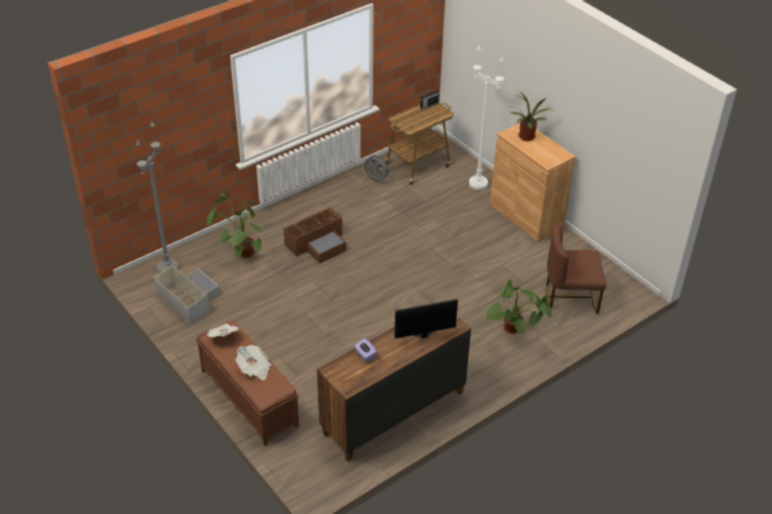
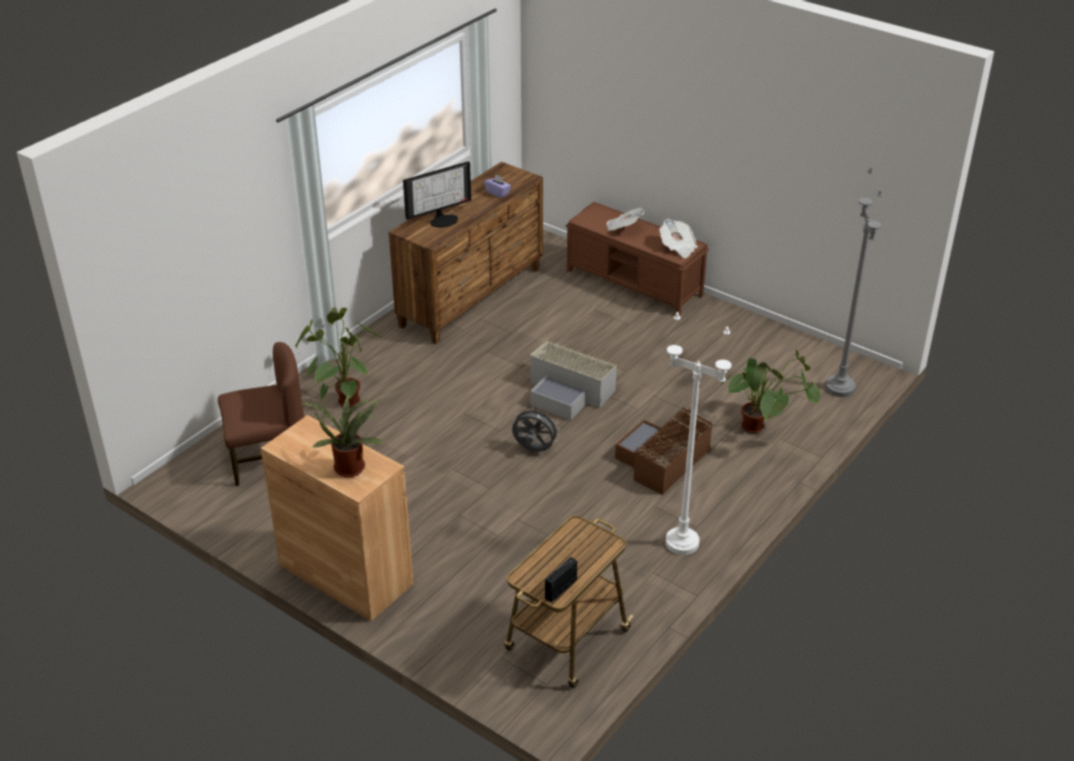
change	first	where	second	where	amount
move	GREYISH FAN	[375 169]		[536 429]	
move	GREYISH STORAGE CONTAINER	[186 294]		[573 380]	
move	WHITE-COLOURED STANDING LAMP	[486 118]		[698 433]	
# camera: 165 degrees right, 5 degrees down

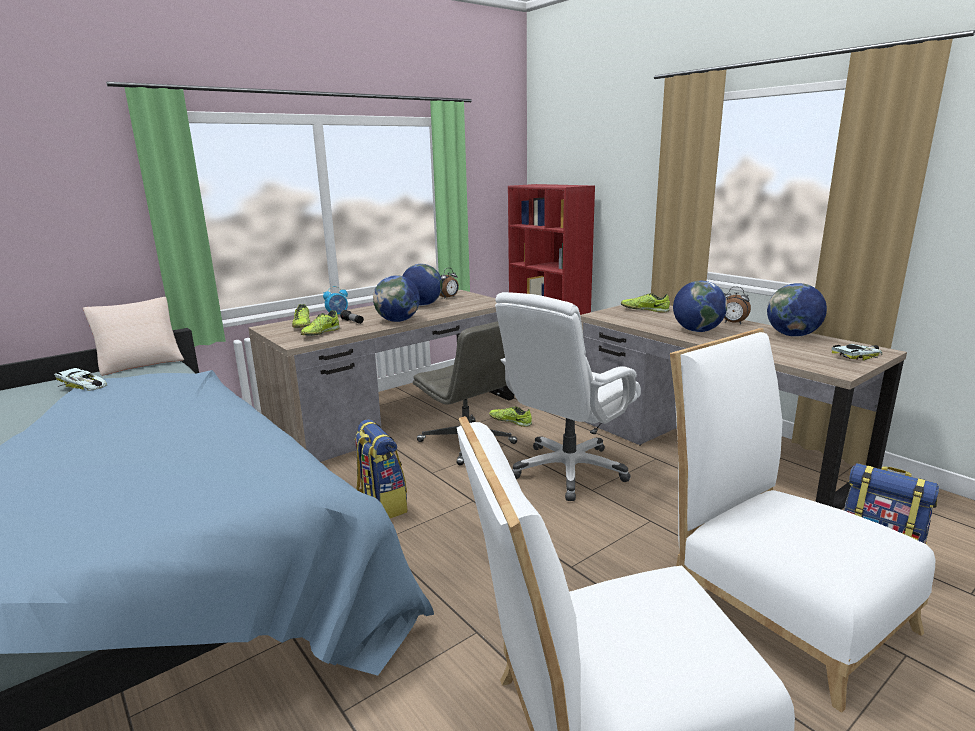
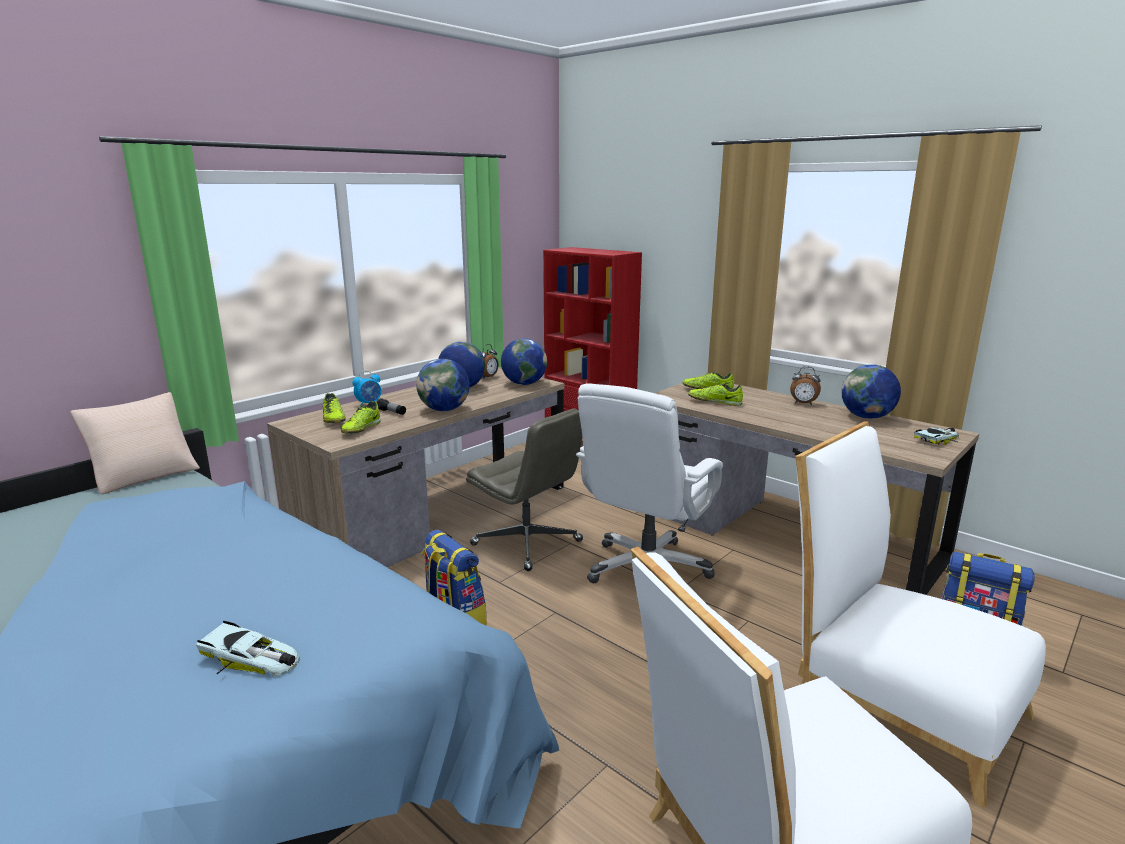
change	first	where	second	where	amount
move	MINIATURE CAR	[80 378]		[248 649]	
move	WORLD GLOBE	[700 306]		[524 361]	
move	SHOE	[510 416]		[715 394]	
# camera: 10 degrees left, 0 degrees up

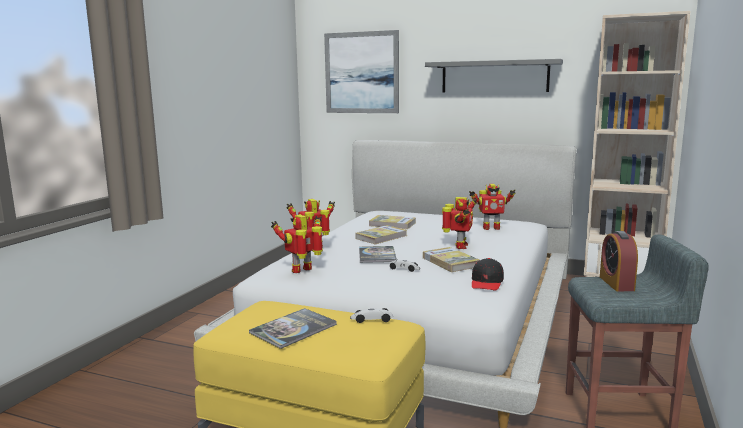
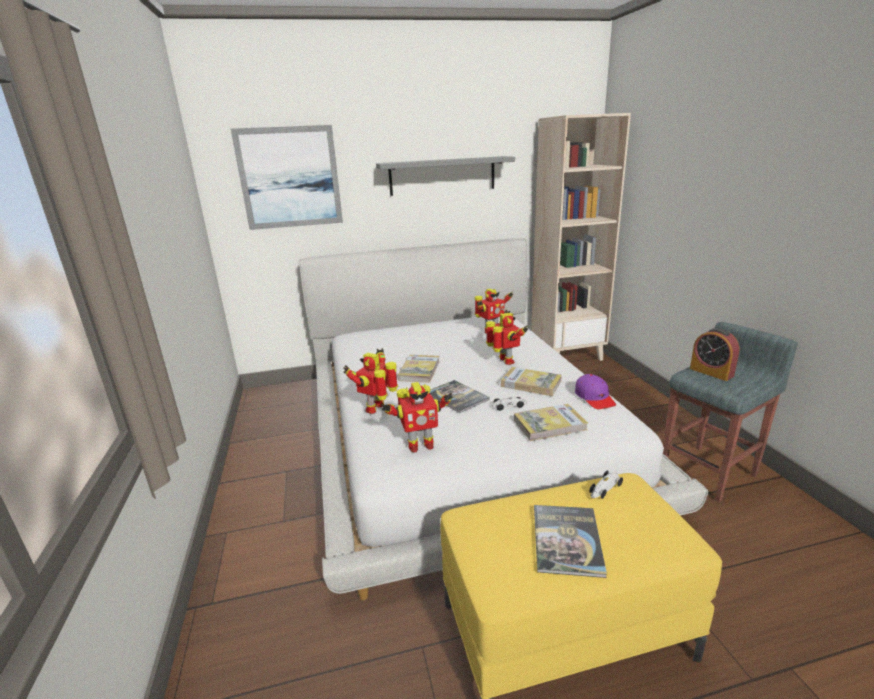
change	first	where	second	where	amount
rotate	MODEL ROBOT	[297 244]		[417 417]	120 degrees counterclockwise
move	BOOK	[392 222]		[551 422]	
recolor	BLACK BASEBALL CAP	[488 274]	PURPLE-COLOURED BASEBALL CAP	[595 391]	
# camera: 35 degrees left, 10 degrees up

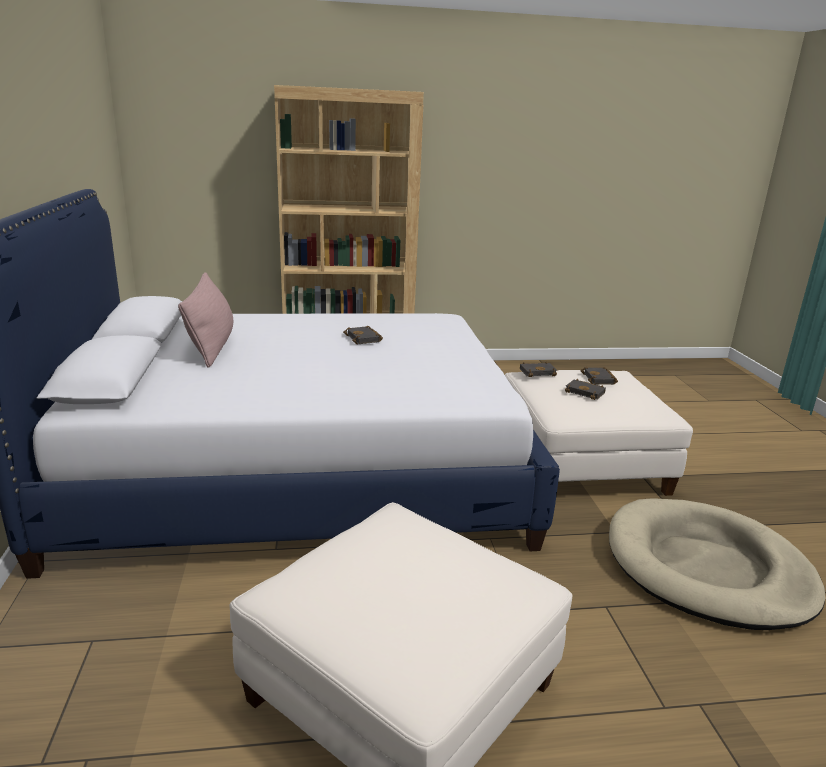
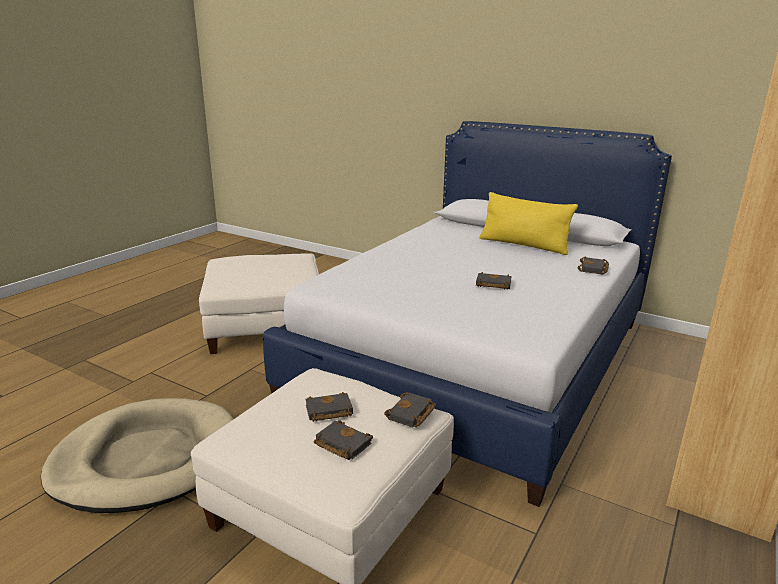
change	first	where	second	where	amount
recolor	PINK THROW PILLOW	[205 320]	YELLOWISH THROW PILLOW	[528 223]	
insert			BLACK BOOK	[593 265]	
# camera: 130 degrees right, 0 degrees up

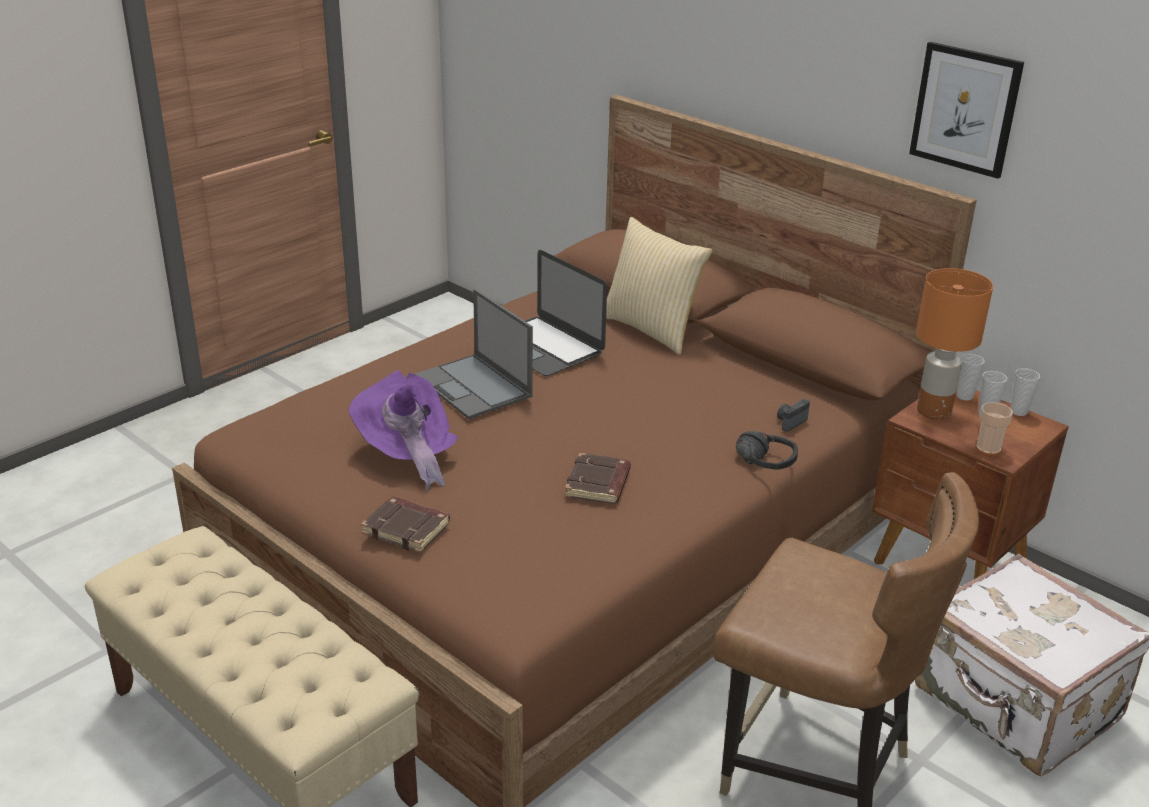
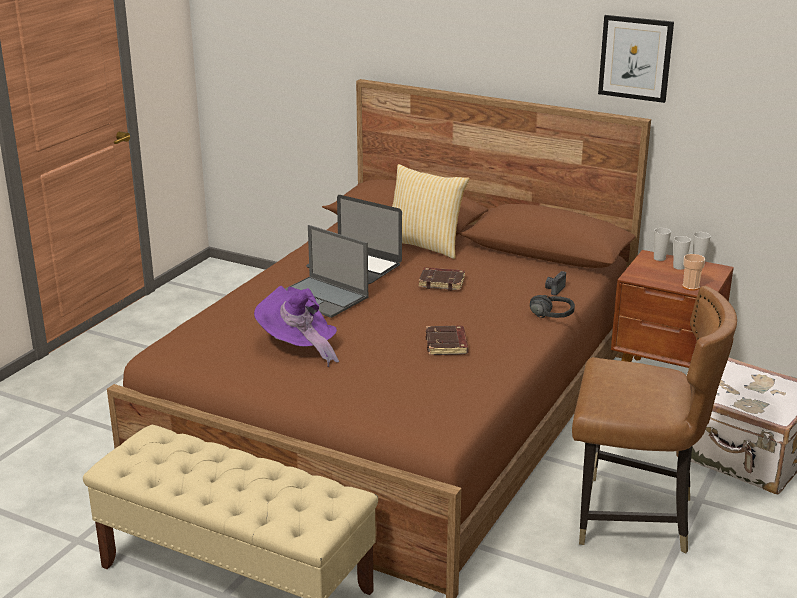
change	first	where	second	where	amount
move	BROWN BOOK	[405 524]		[441 279]	
delete	ORANGE LAMP FOR A TABLE	[954 344]			
# camera: 15 degrees left, 5 degrees down

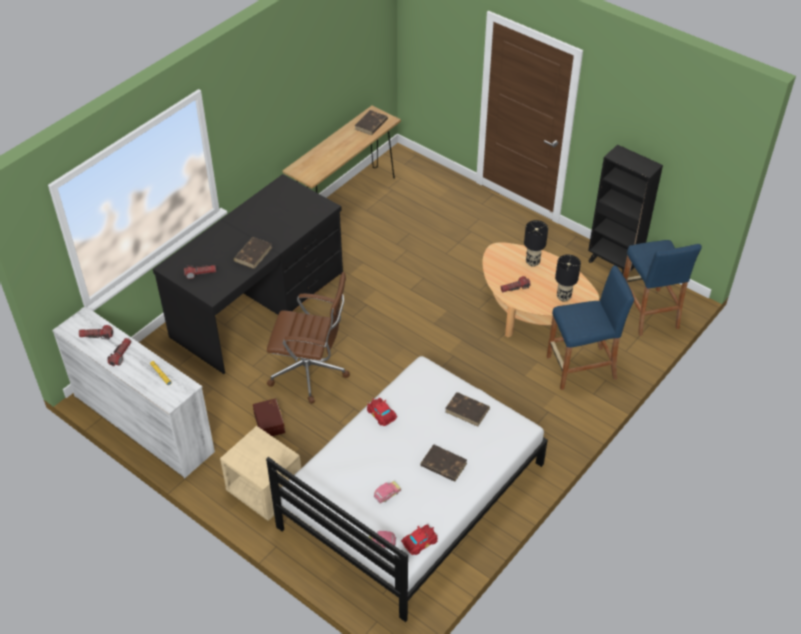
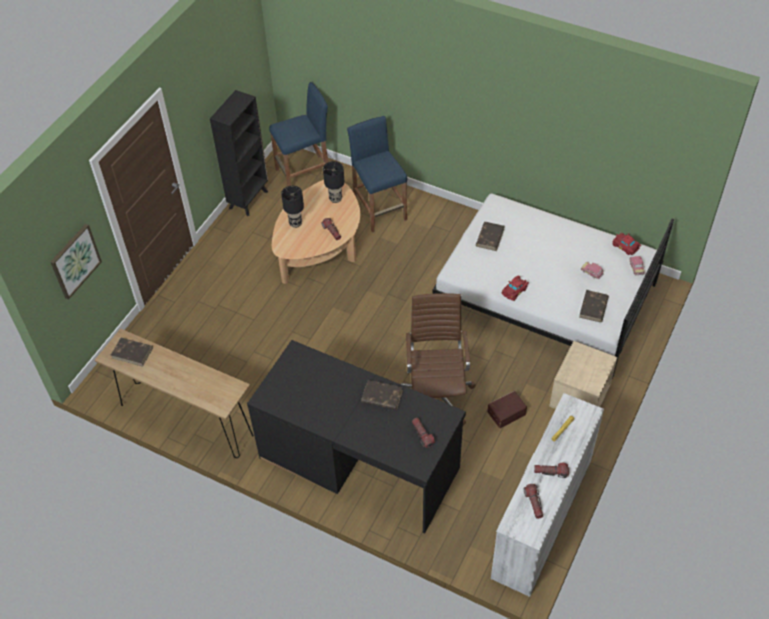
change	first	where	second	where	amount
insert			WALL ART	[76 262]	
move	BROWN BOOK	[443 463]		[594 306]	
# camera: 100 degrees left, 5 degrees up

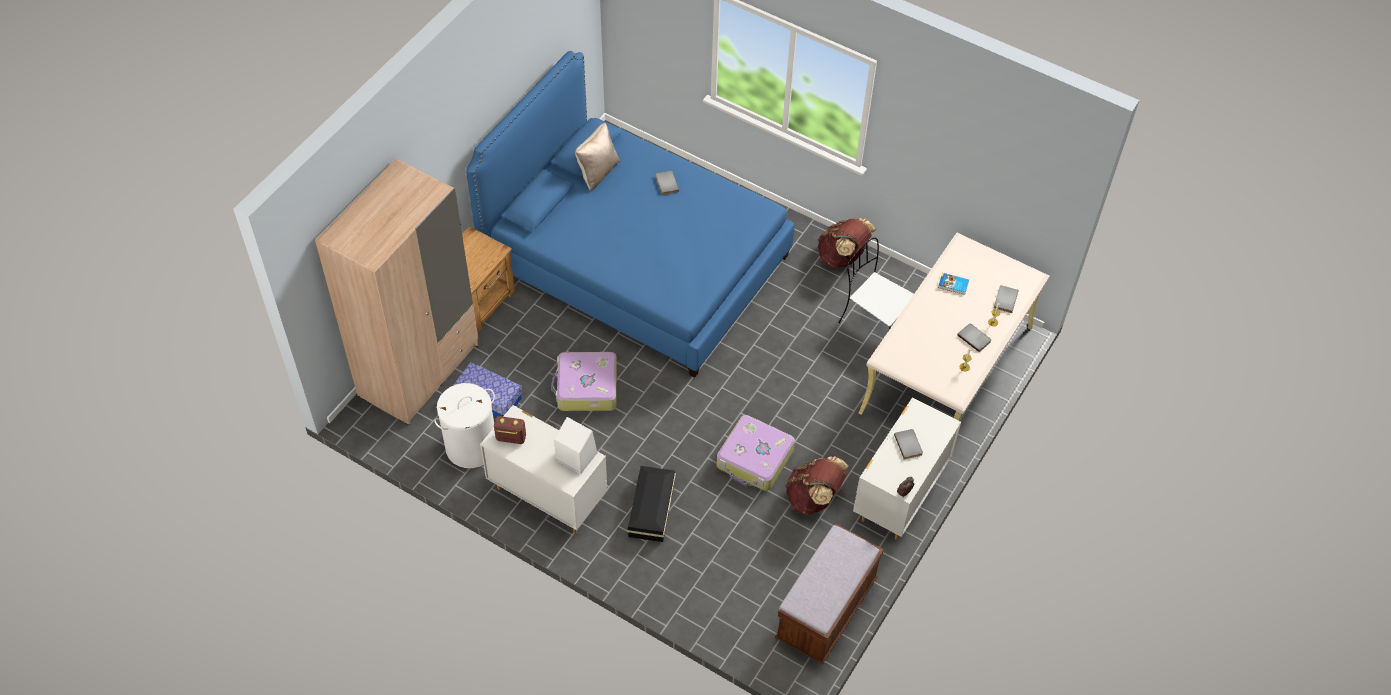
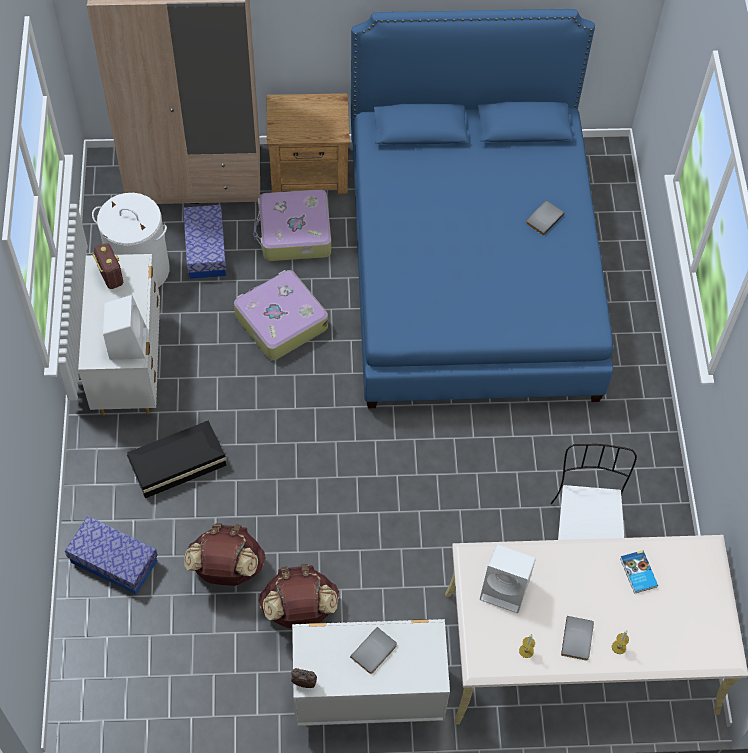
change	first	where	second	where	amount
insert			STORAGE CONTAINER	[111 555]	
move	BROWN BACKPACK	[847 243]		[225 554]	
move	SUITCASE	[756 453]		[292 225]	
insert			WHITE-COLOURED AUDIO SPEAKER	[508 579]	
delete	SAND-COLOURED THROW PILLOW	[597 157]			
delete	BROWN INDOOR BENCH	[829 594]			
delete	GREYISH BOOK	[1006 299]			
# camera: 55 degrees right, 5 degrees up

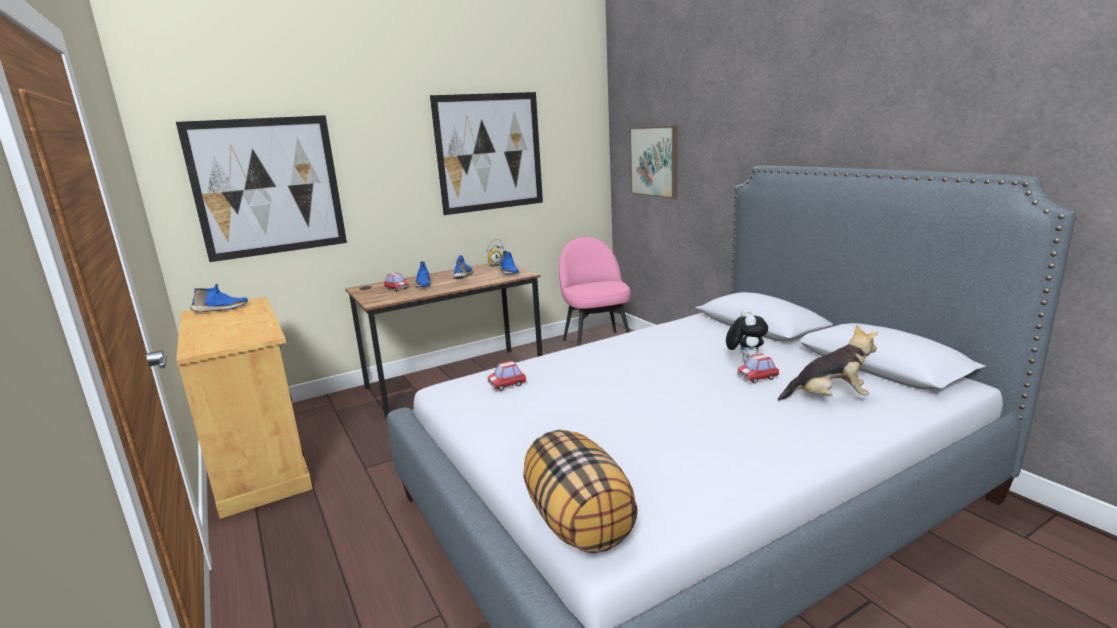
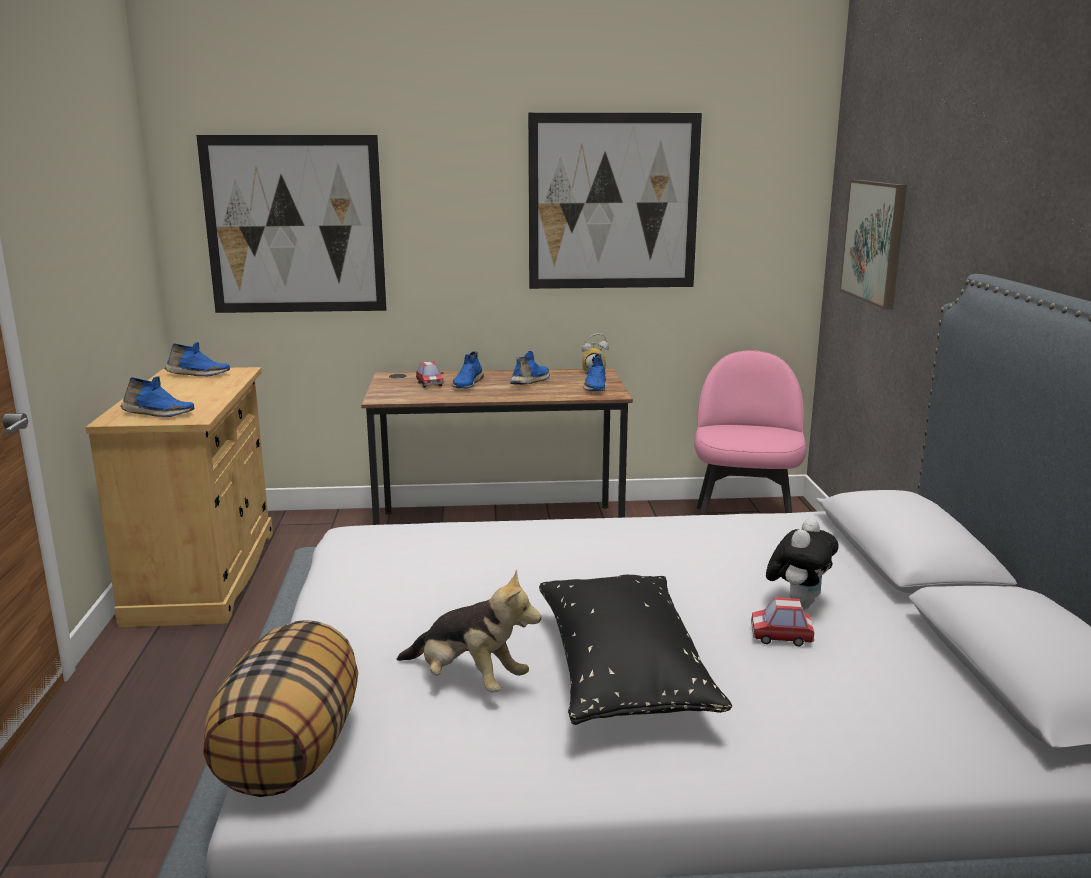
change	first	where	second	where	amount
insert			BLUISH SHOE	[157 396]	
move	SOFT TOY	[828 363]		[469 631]	
insert			BLACK THROW PILLOW	[635 650]	
delete	MINIATURE CAR	[507 376]			
# camera: 25 degrees right, 0 degrees up

